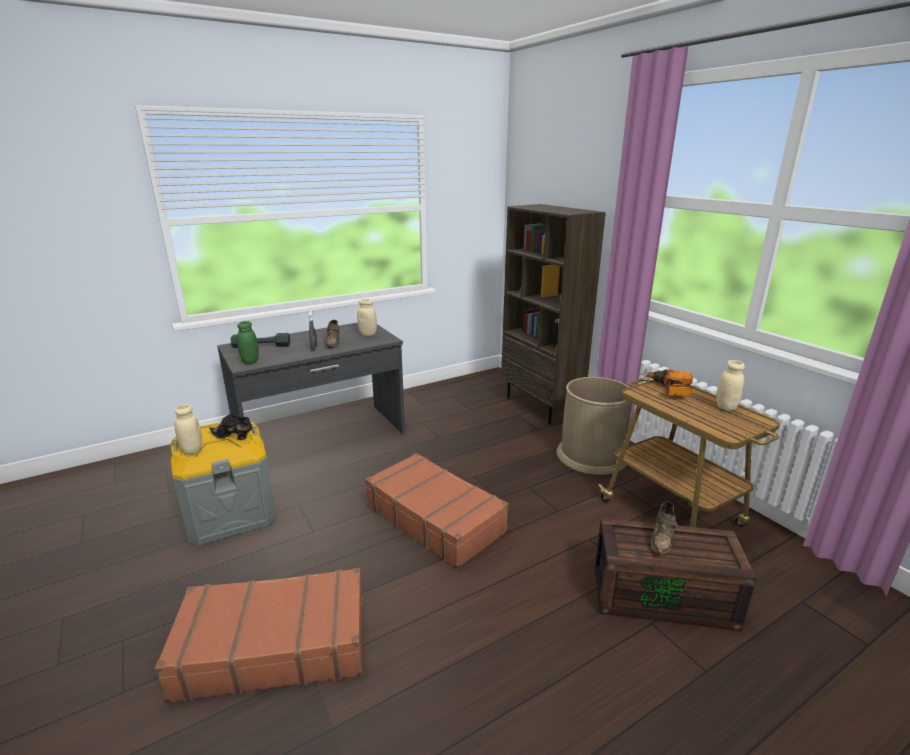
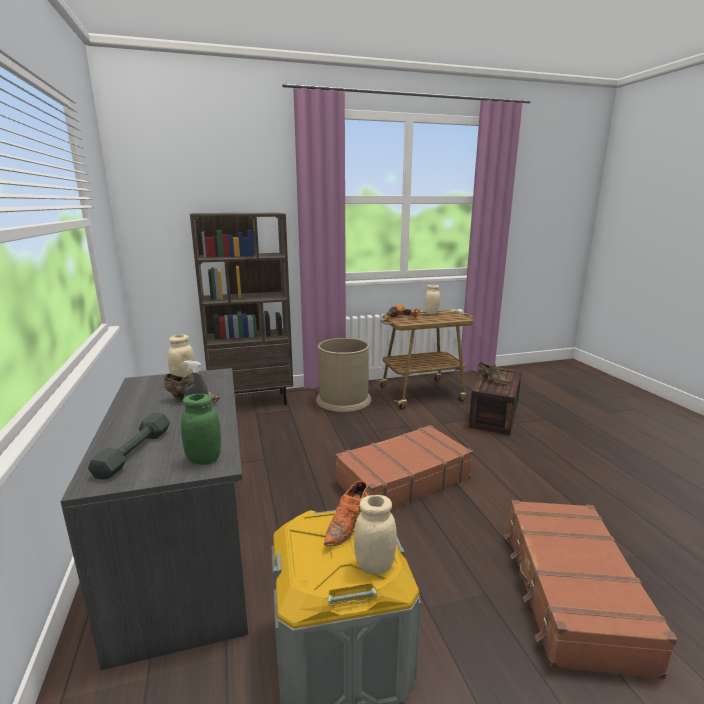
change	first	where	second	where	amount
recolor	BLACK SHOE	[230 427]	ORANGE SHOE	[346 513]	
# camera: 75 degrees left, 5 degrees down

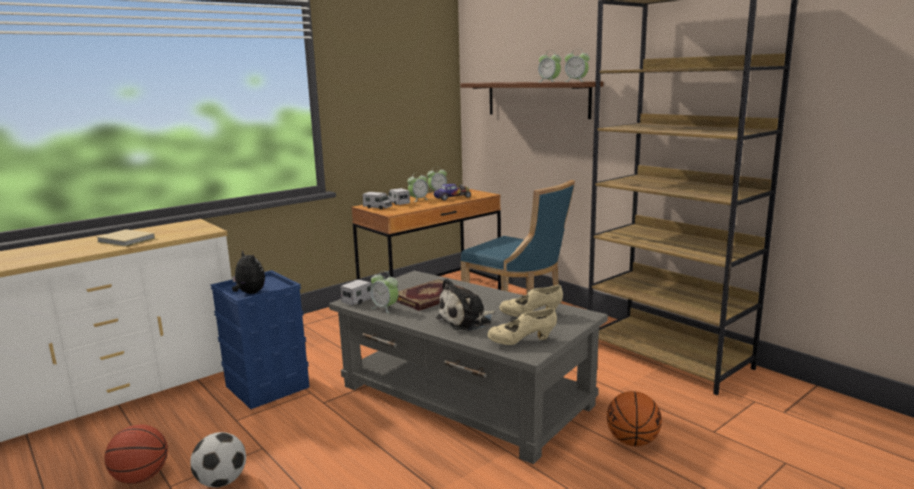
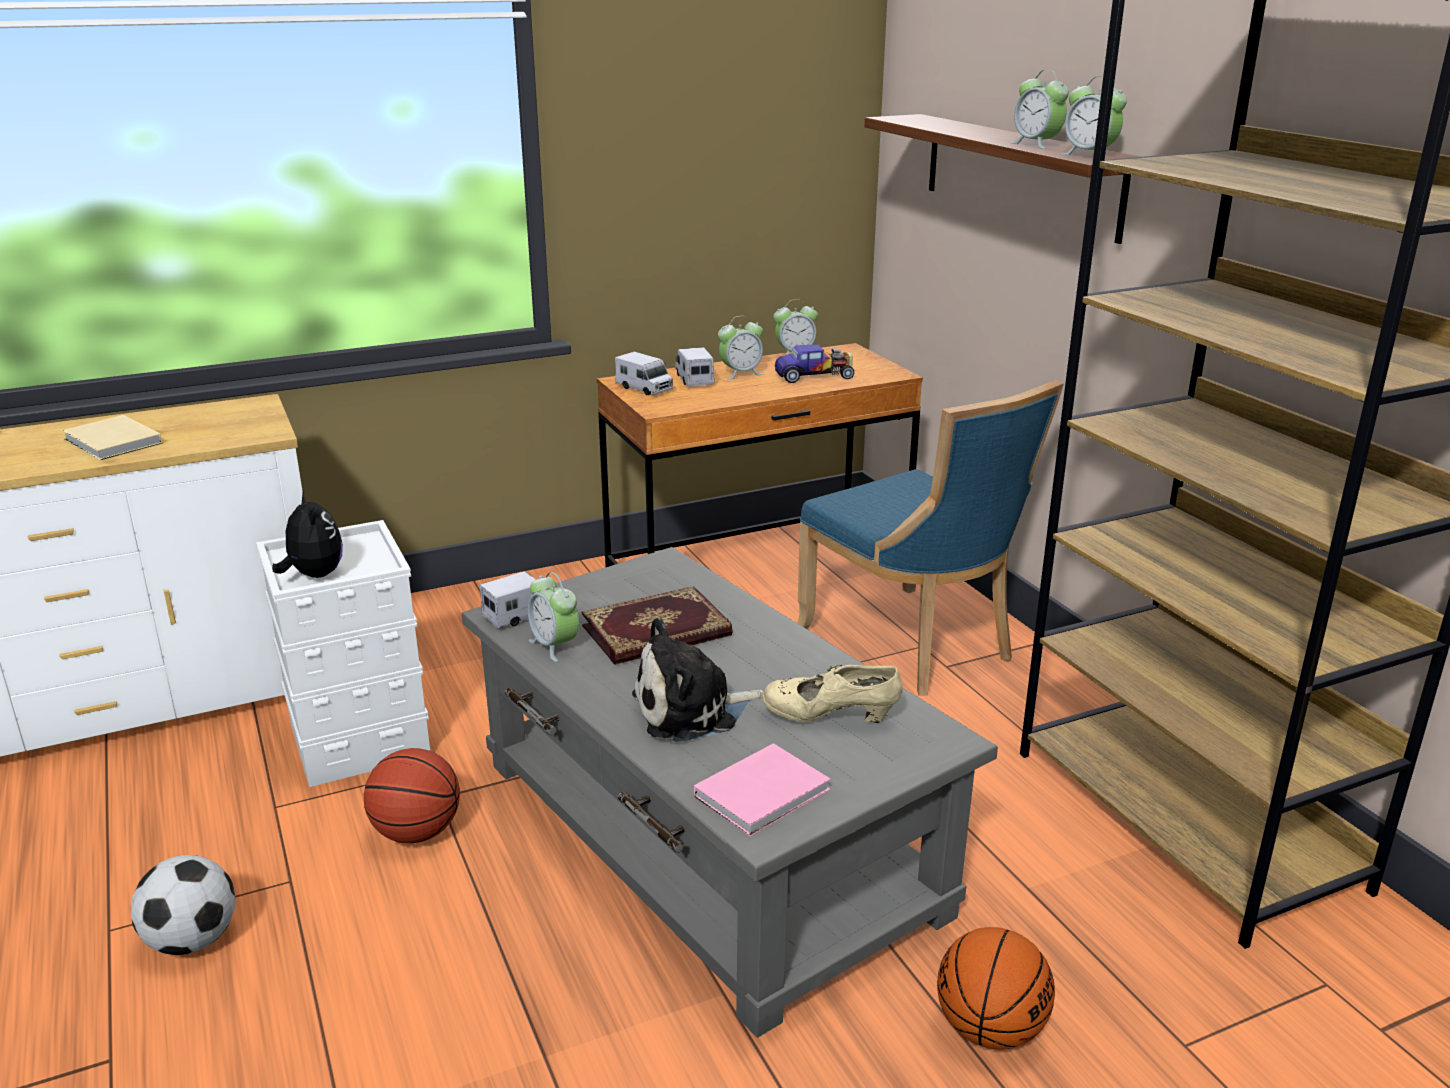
change	first	where	second	where	amount
recolor	BLUISH STORAGE CONTAINER	[260 339]	WHITE-COLOURED STORAGE CONTAINER	[343 653]	
move	BASKETBALL BALL	[136 454]		[412 795]	
replace	SAND-COLOURED SHOE	[522 326]	PINK BOOK	[762 789]	
# camera: 15 degrees right, 10 degrees up

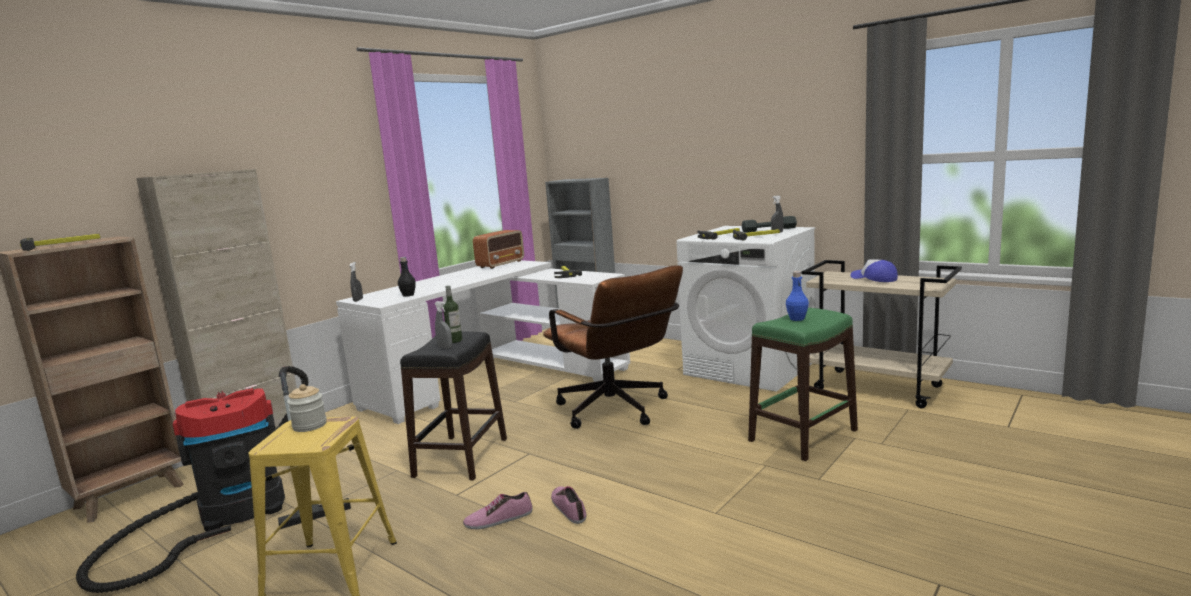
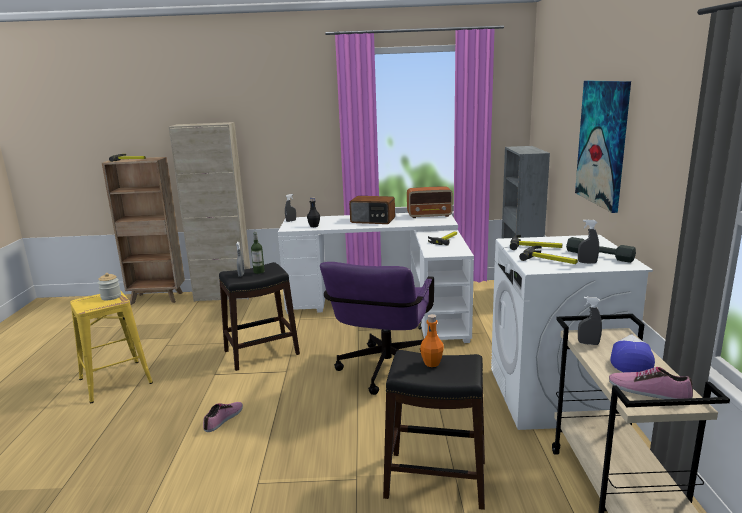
change	first	where	second	where	amount
recolor	BROWN OFFICE CHAIR	[613 347]	PURPLE-COLOURED OFFICE CHAIR	[377 328]	
insert			RADIO SET	[372 210]	
recolor	GREENISH STOOL SEAT	[803 384]	BLACK STOOL SEAT	[434 430]	
recolor	BLUISH DRINK BOTTLE	[797 296]	ORANGE DRINK BOTTLE	[432 340]	
insert			WALL ART	[603 147]	
insert			GREYISH HAND SPRAYER	[590 321]	
move	SHOE	[498 510]		[651 383]	
delete	HOOVER	[213 479]			
# camera: 50 degrees right, 5 degrees up

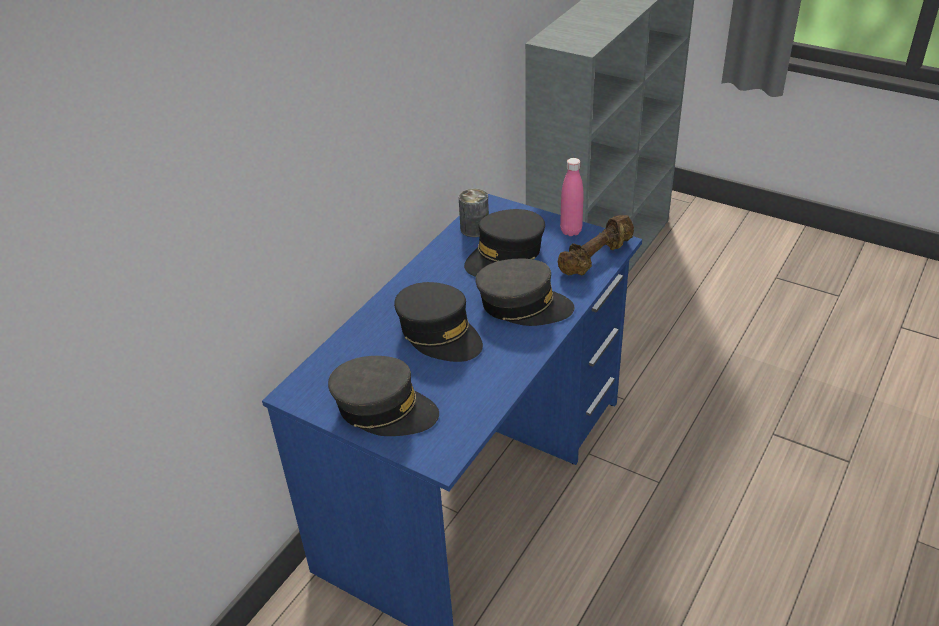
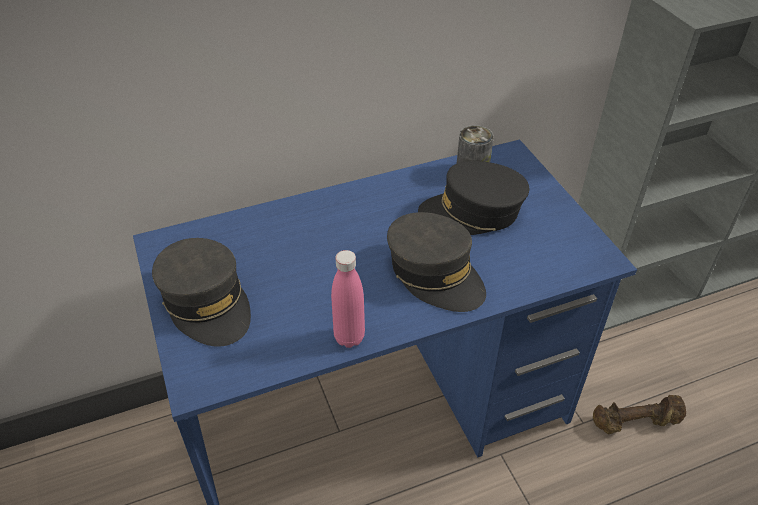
change	first	where	second	where	amount
move	PINK DRINK BOTTLE	[572 197]		[348 299]	
move	BROWN FREE WEIGHT	[596 245]		[639 414]	
delete	BLACK BASEBALL CAP	[438 322]			
# camera: 35 degrees right, 5 degrees up

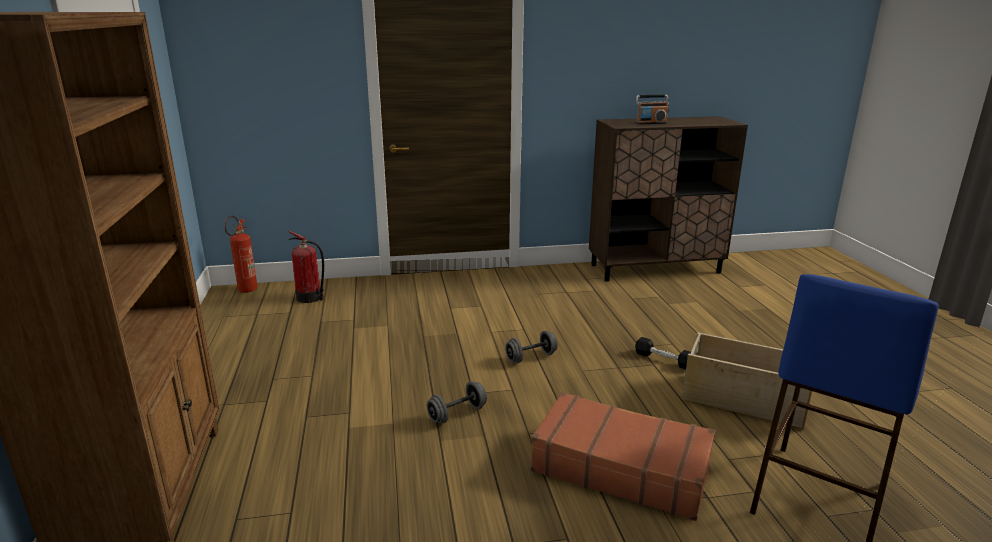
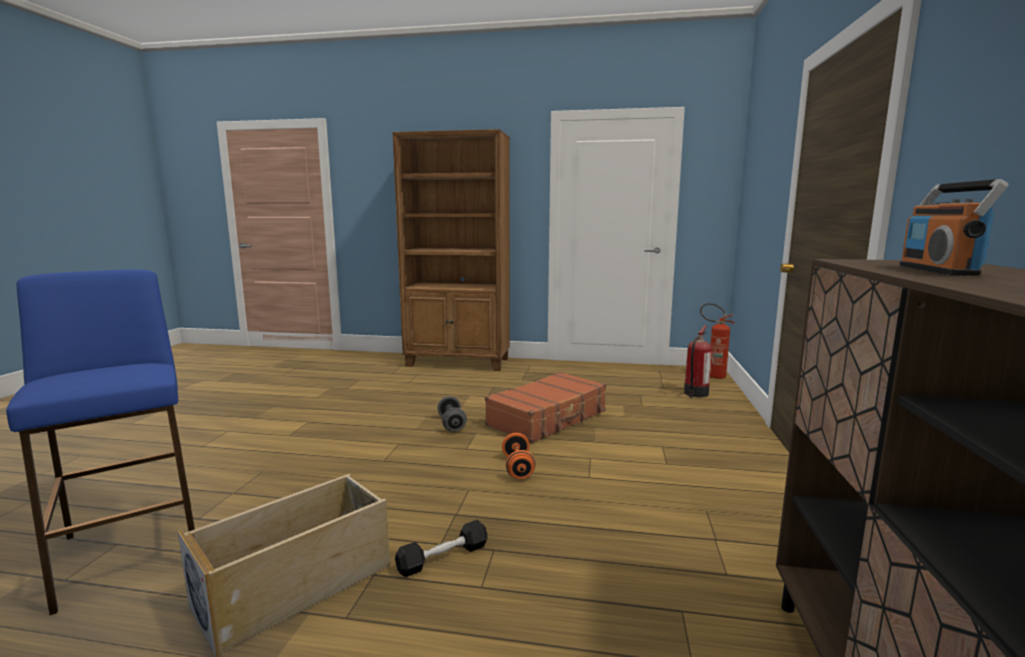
change	first	where	second	where	amount
move	BROWN SUITCASE	[623 456]		[545 408]	
recolor	GREYISH FREE WEIGHT	[531 347]	ORANGE FREE WEIGHT	[519 456]	
# camera: 110 degrees right, 10 degrees down

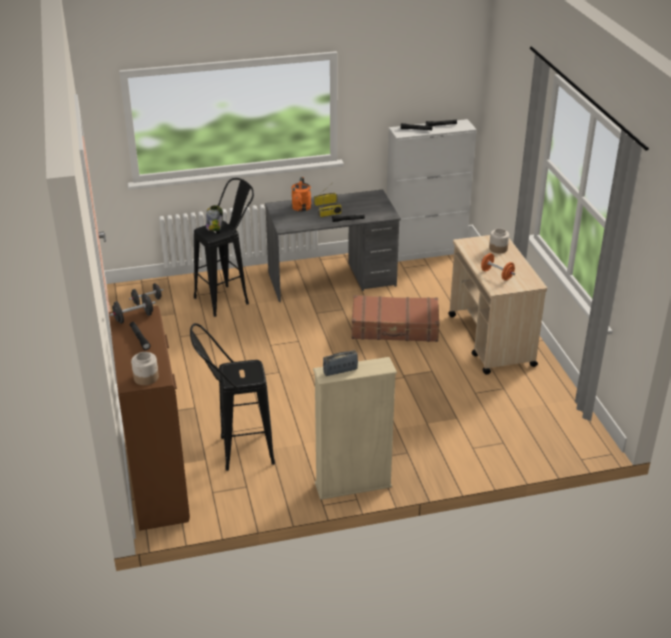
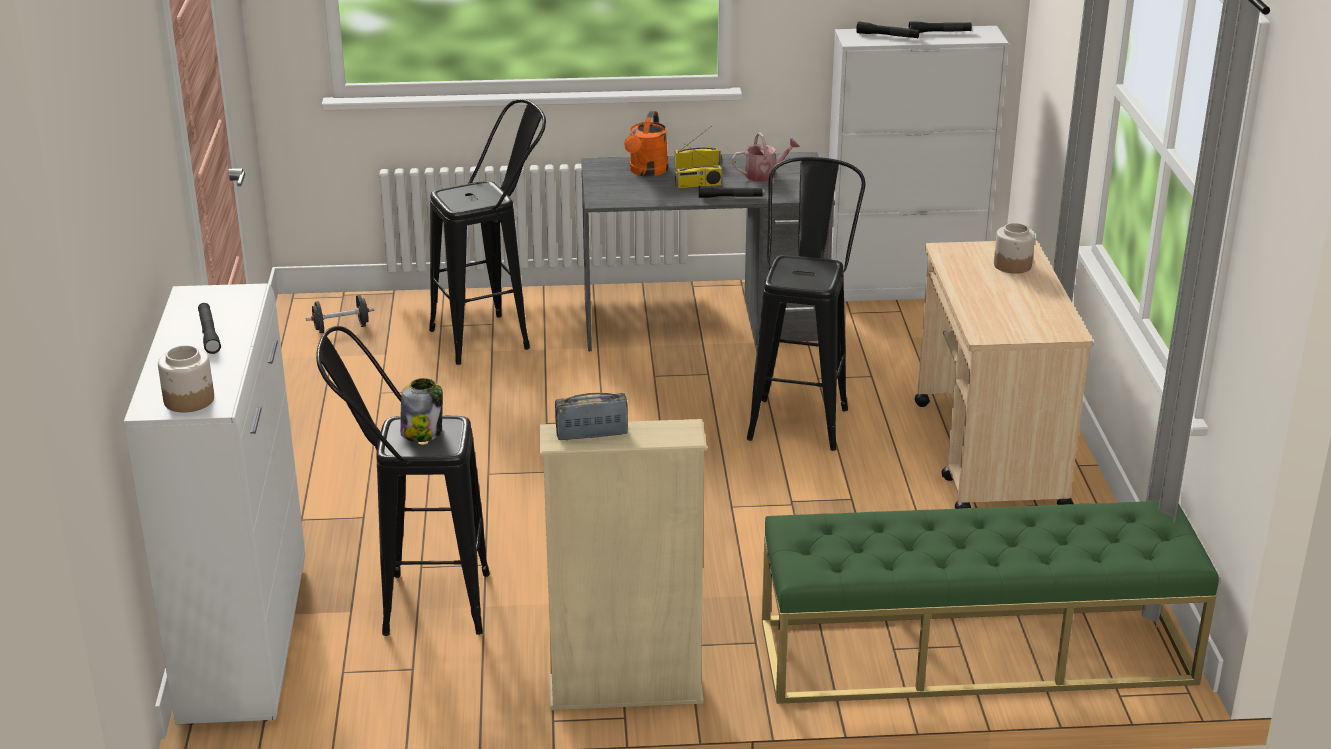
change	first	where	second	where	amount
recolor	BROWN CABINET	[149 418]	WHITE-COLOURED CABINET	[214 504]	
move	JAR	[214 218]		[421 410]	
insert			SPRINKLING CAN	[766 157]	
replace	BROWN SUITCASE	[395 318]	BLACK STOOL SEAT	[806 304]	
insert			GREENISH INDOOR BENCH	[990 602]	
delete	BLACK FREE WEIGHT	[132 309]			
delete	ORANGE FREE WEIGHT	[498 267]			
# camera: 10 degrees right, 5 degrees down

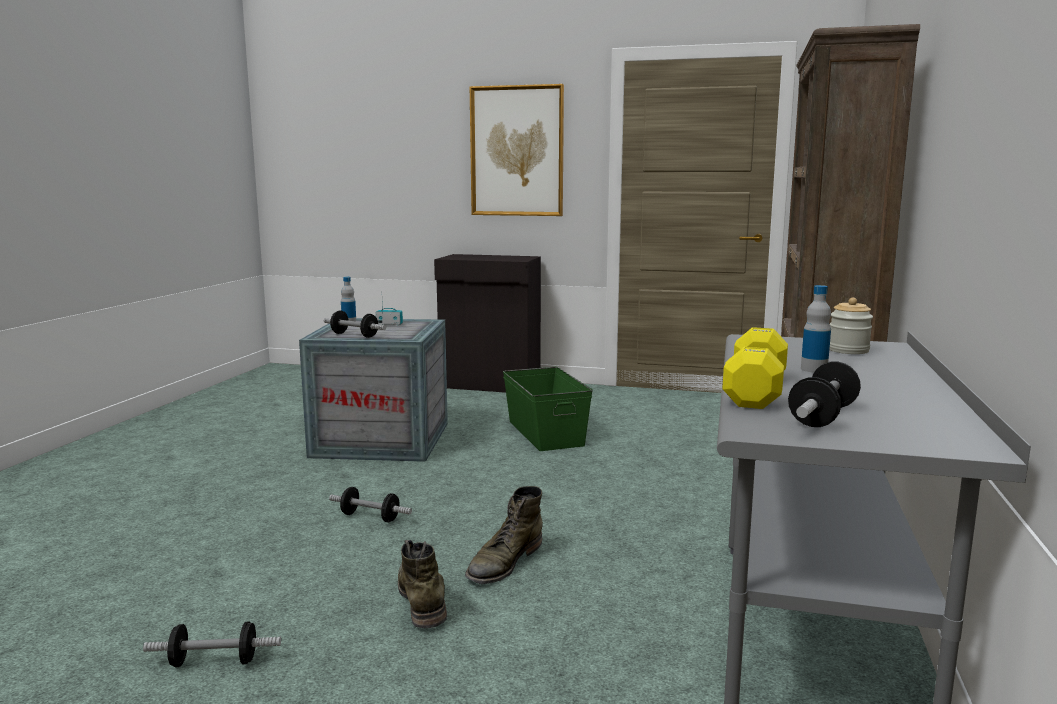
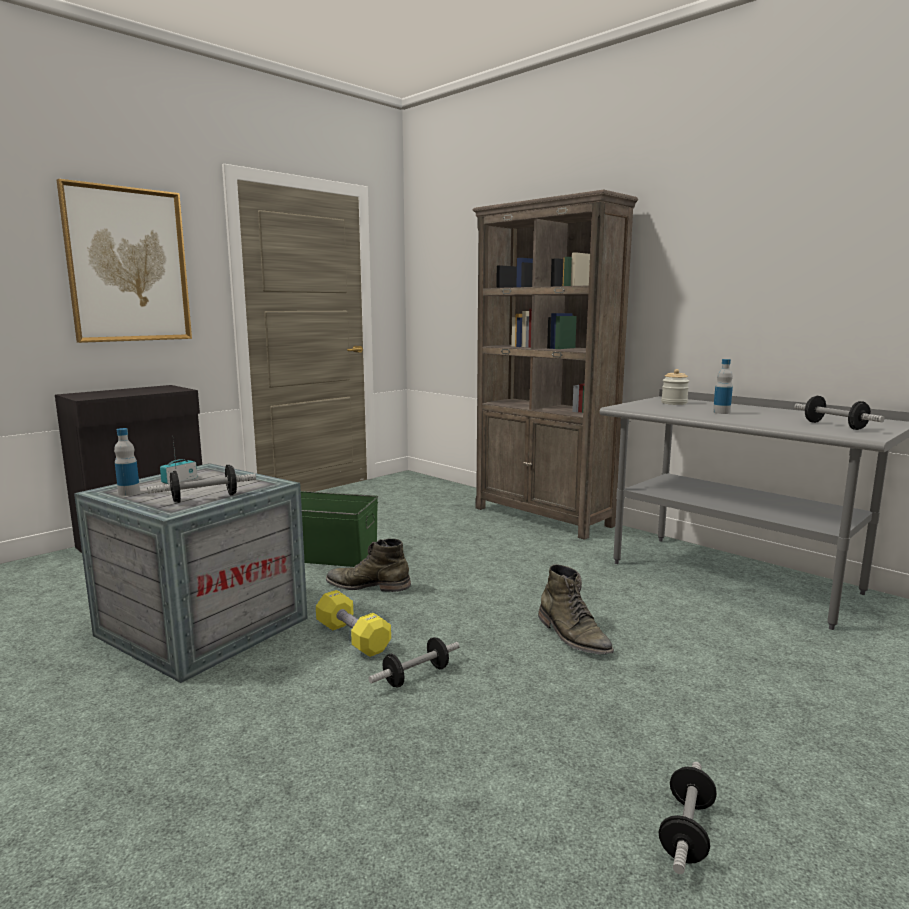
change	first	where	second	where	amount
move	YELLOWISH FREE WEIGHT	[755 368]		[353 623]	
move	GREENISH HIGH-TOP BOOT	[422 584]		[368 565]	
# camera: 60 degrees left, 0 degrees up

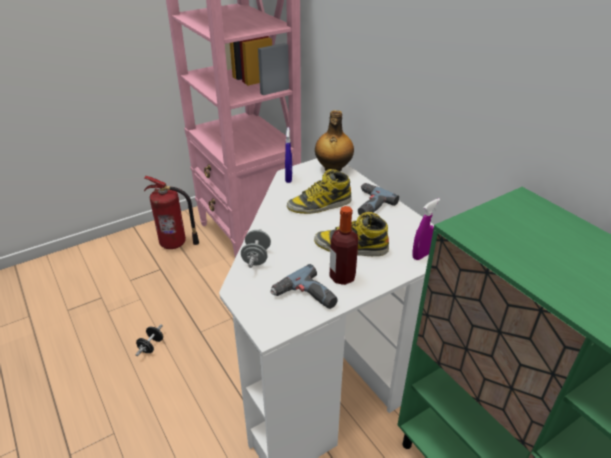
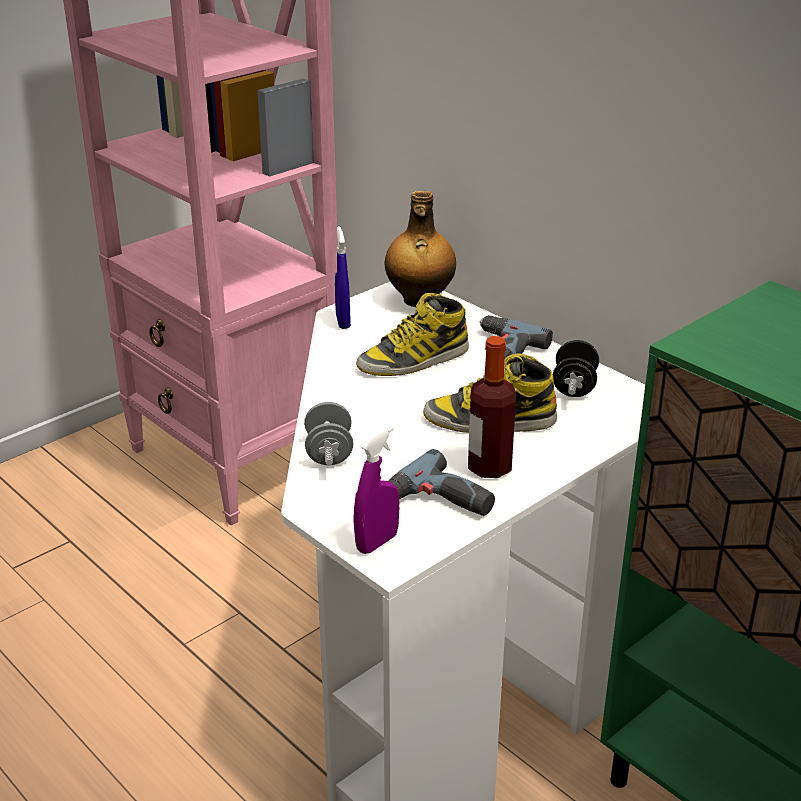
change	first	where	second	where	amount
move	PURPLE-COLOURED HAND SPRAYER	[426 229]		[376 490]	
move	BLACK FREE WEIGHT	[149 340]		[576 368]	
delete	FIRE-FIGHTING CYLINDER	[171 212]			
# camera: 10 degrees left, 5 degrees down

